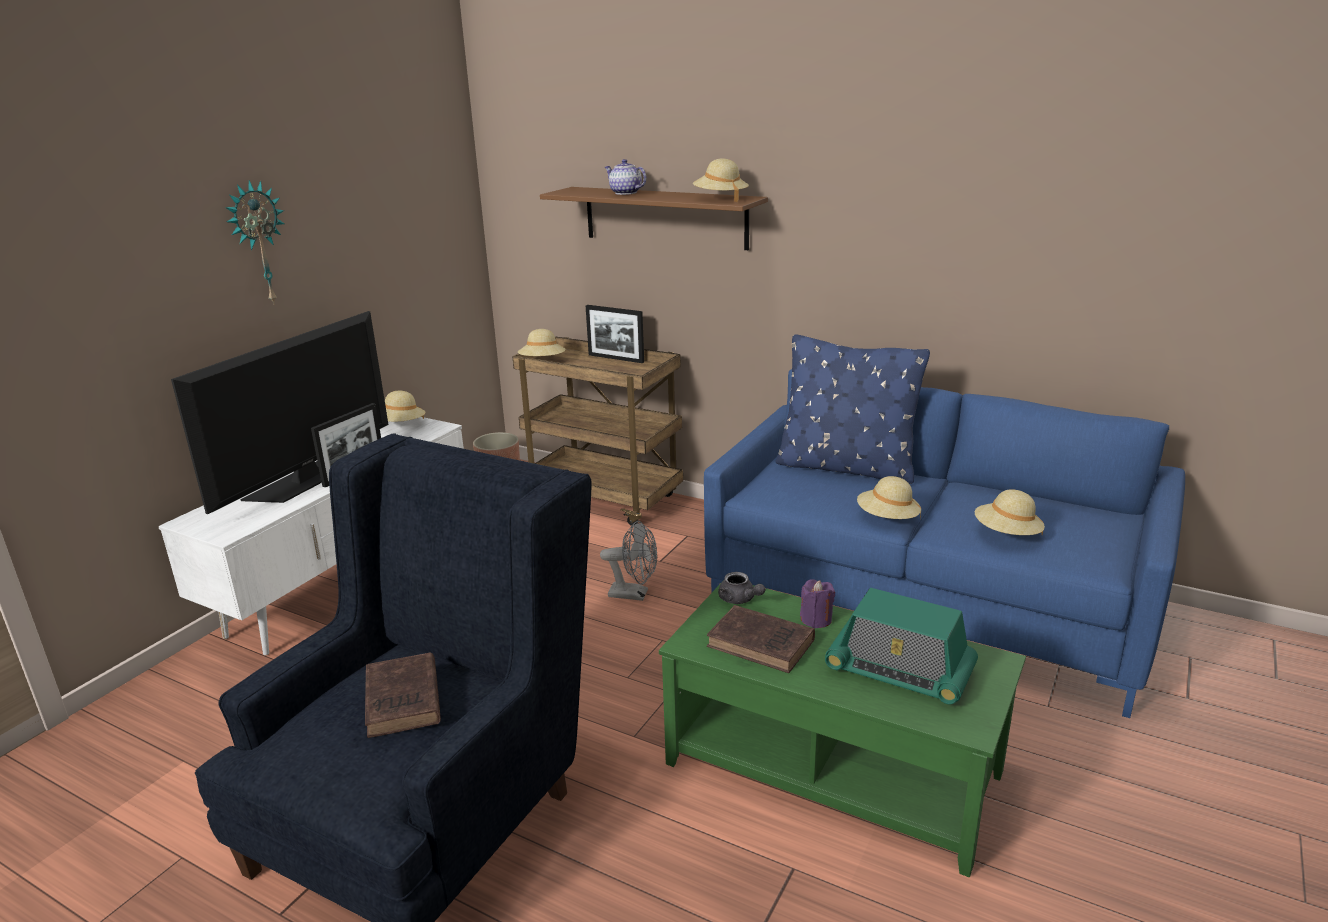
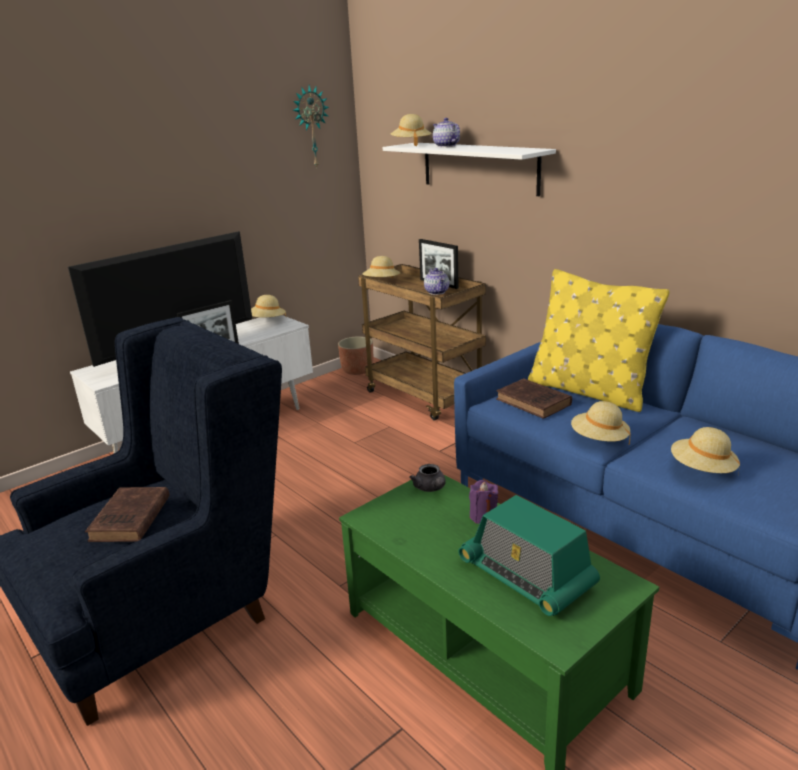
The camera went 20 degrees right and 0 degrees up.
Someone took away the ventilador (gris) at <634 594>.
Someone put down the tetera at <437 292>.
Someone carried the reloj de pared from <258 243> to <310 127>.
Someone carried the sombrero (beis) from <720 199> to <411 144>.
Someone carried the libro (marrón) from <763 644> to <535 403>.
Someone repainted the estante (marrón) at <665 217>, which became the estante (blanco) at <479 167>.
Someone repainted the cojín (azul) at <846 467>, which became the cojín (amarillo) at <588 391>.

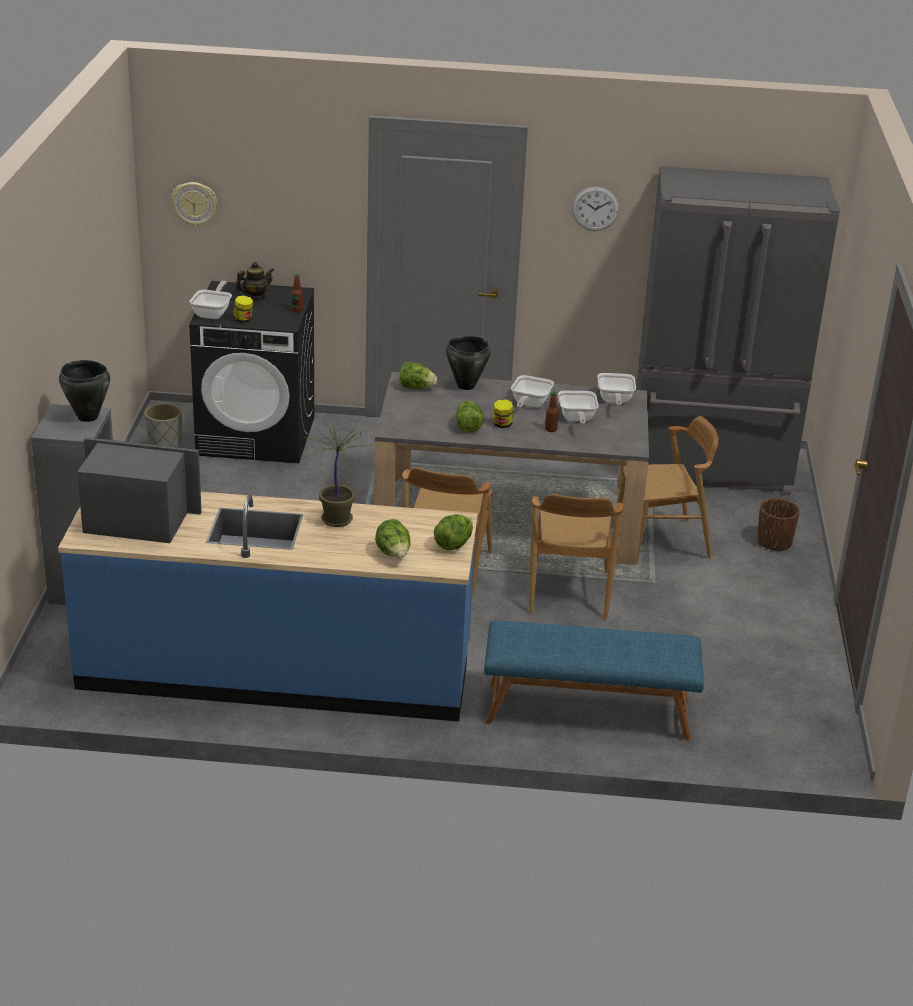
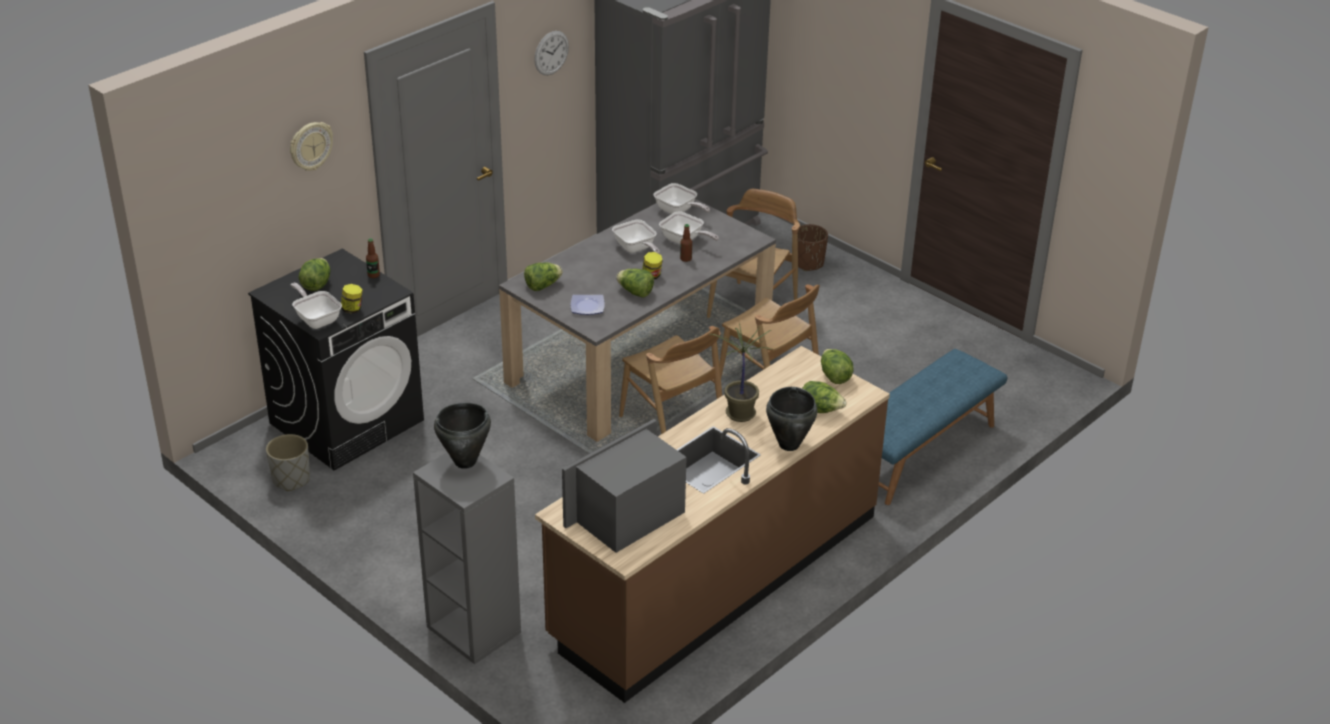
The camera went 50 degrees left and 5 degrees up.
Someone put down the plato at <588 307>.
Someone carried the reloj de pared from <194 203> to <310 146>.
Someone carried the olla (negro) from <465 386> to <788 445>.
Someone swapped the tetera at <255 297> for the lechuga at <316 284>.
Someone repainted the mueble bajo de cocina (azul) at <276 670>, which became the mueble bajo de cocina (marrón) at <715 576>.

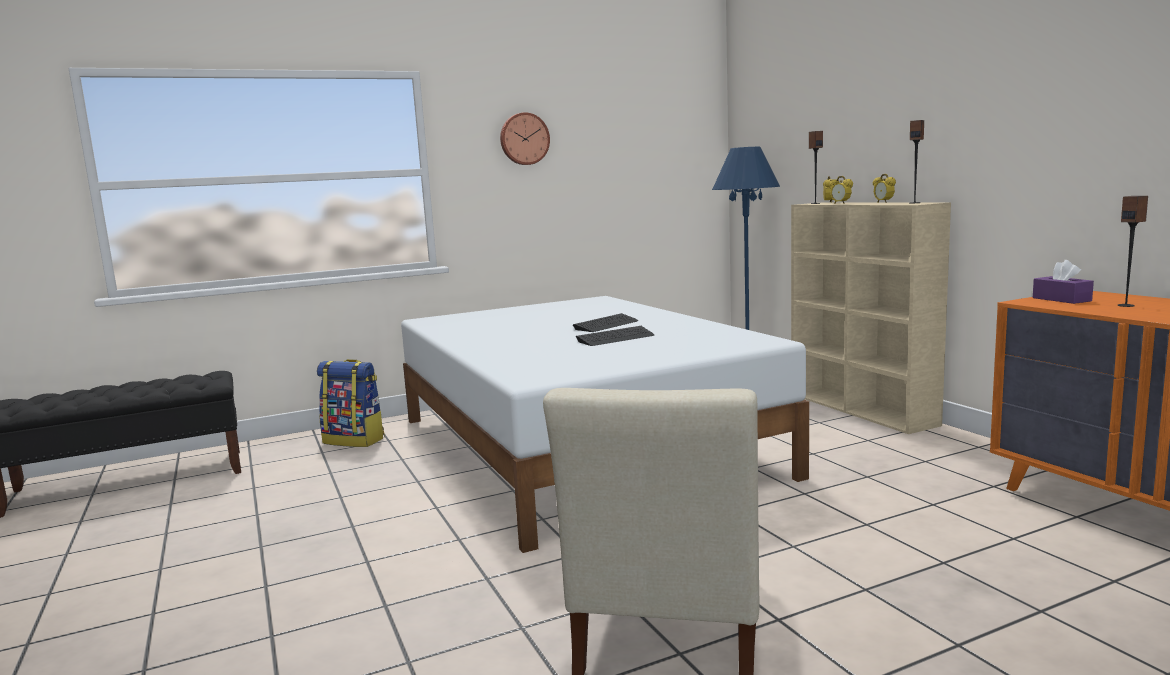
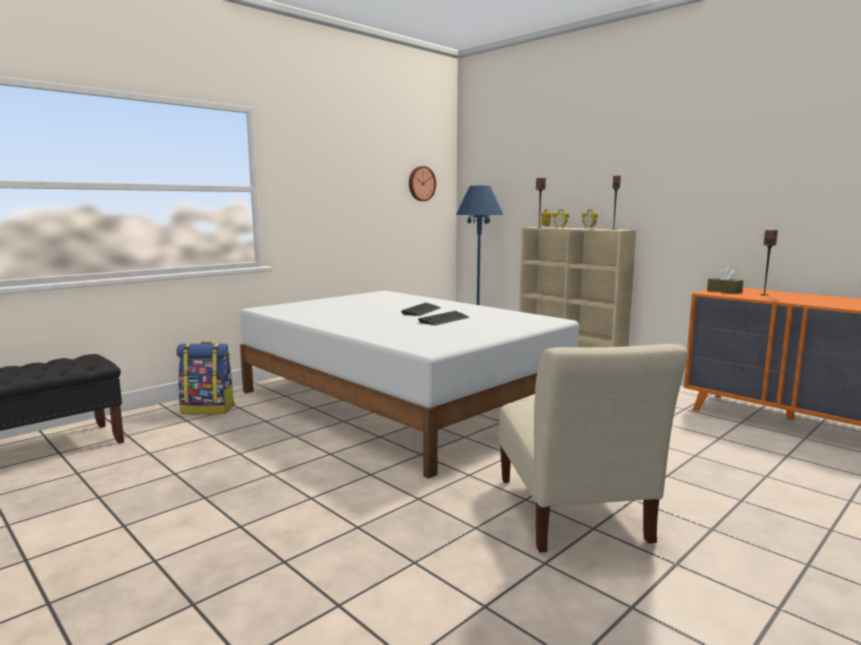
The camera went 20 degrees left and 0 degrees up.
Someone carried the reloj de pared from <524 139> to <421 183>.
Someone repainted the caja de pañuelos (morado) at <1061 299>, which became the caja de pañuelos (marrón) at <724 291>.

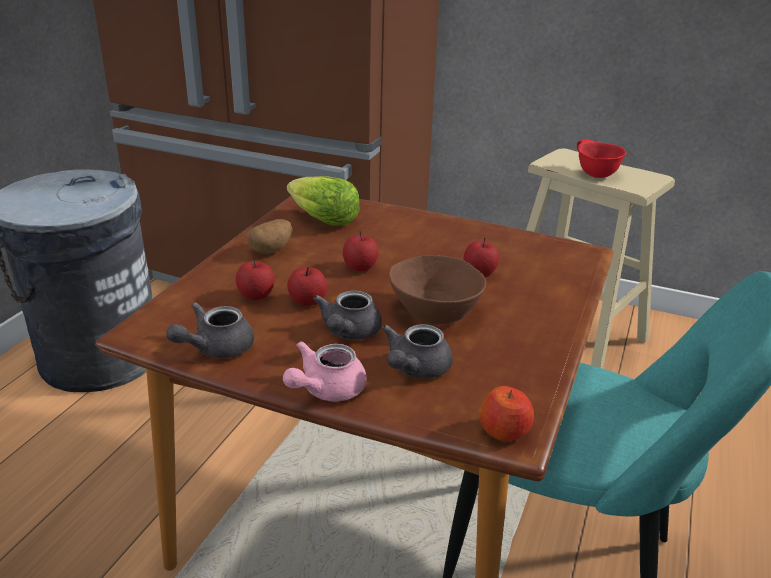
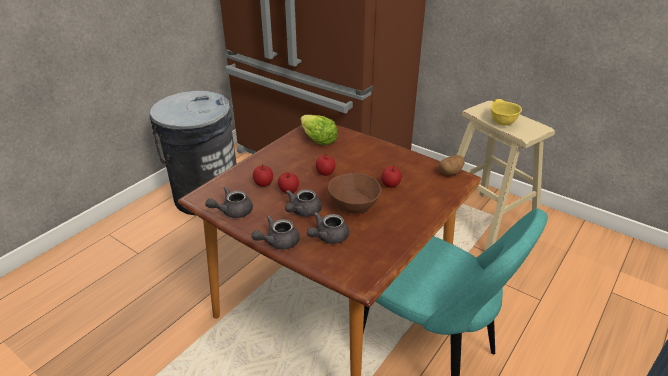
The camera went 15 degrees right and 5 degrees up.
Someone took away the manzana at <504 431>.
Someone carried the patata from <271 249> to <450 172>.
Someone repainted the tetera (rosa) at <326 390>, which became the tetera (gris) at <278 242>.
Someone repainted the cuenco (rojo) at <595 175>, which became the cuenco (amarillo) at <501 122>.

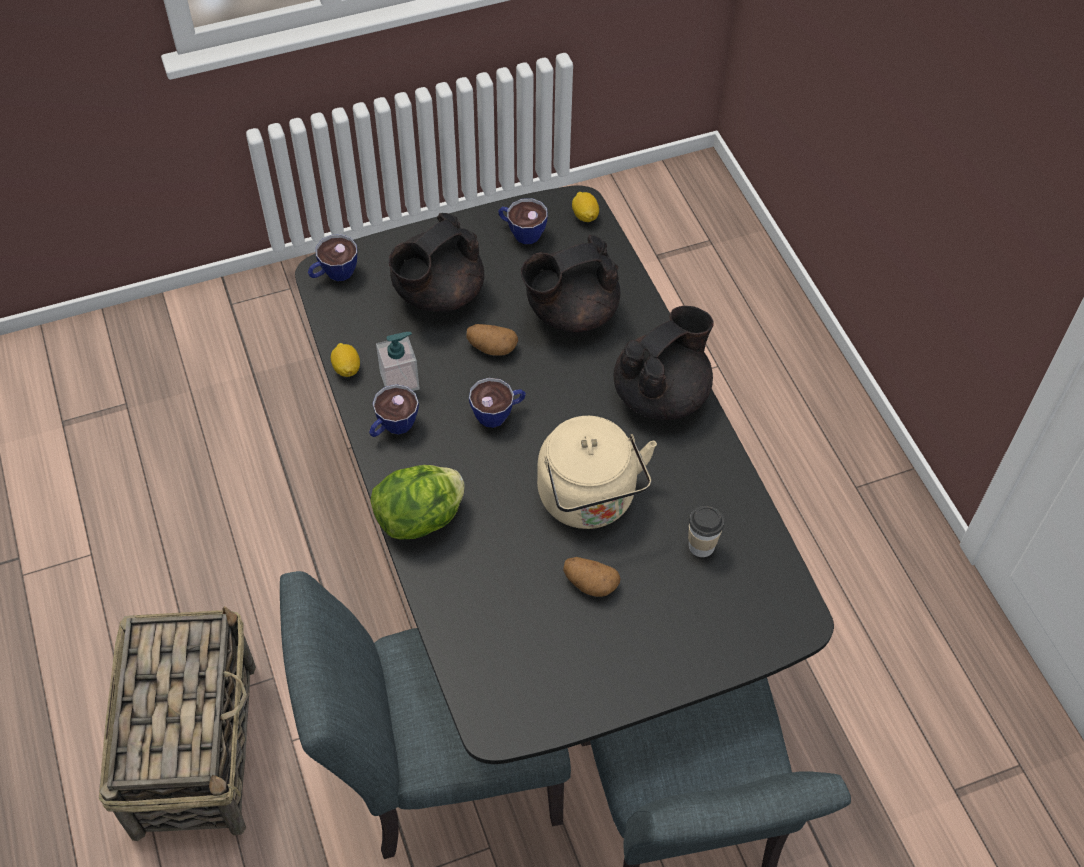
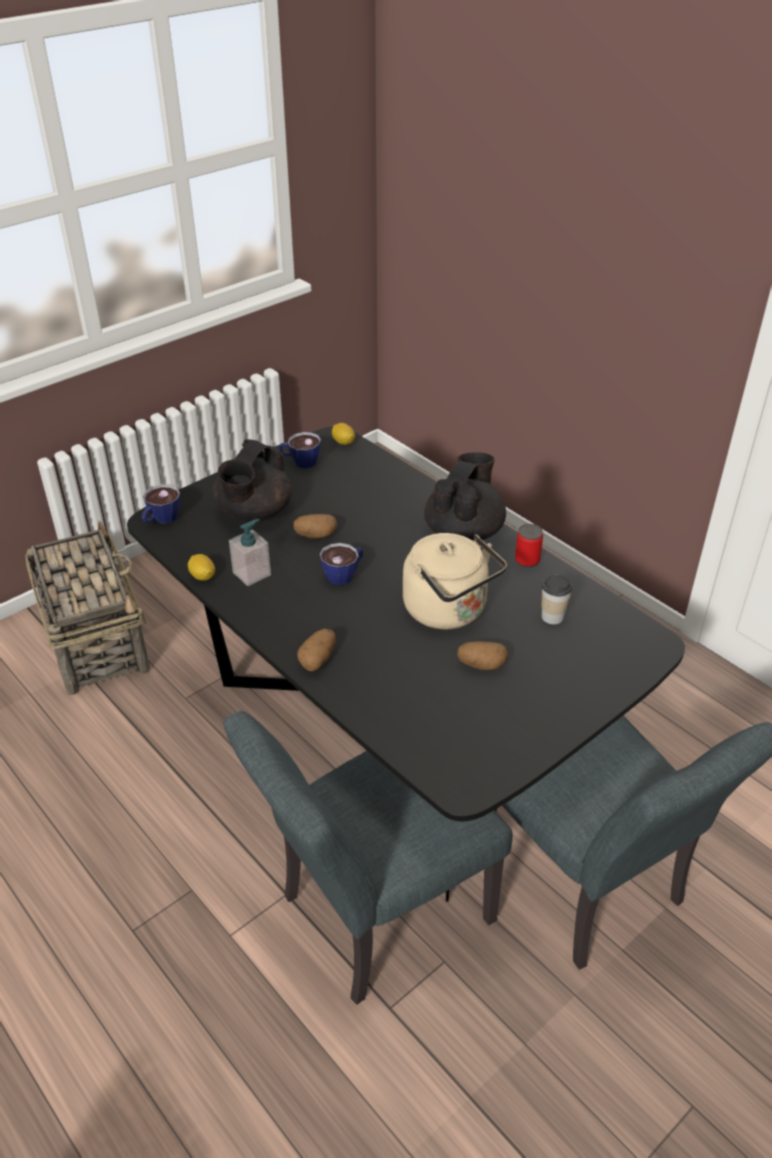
The camera went 20 degrees left and 15 degrees down.
Someone took away the taza at <392 427>.
Someone took away the tetera (negro) at <570 312>.
Someone put down the lata at <527 560>.
Someone carried the cesta from <195 746> to <95 640>.
Someone swapped the lechuga at <421 518> for the patata at <318 659>.

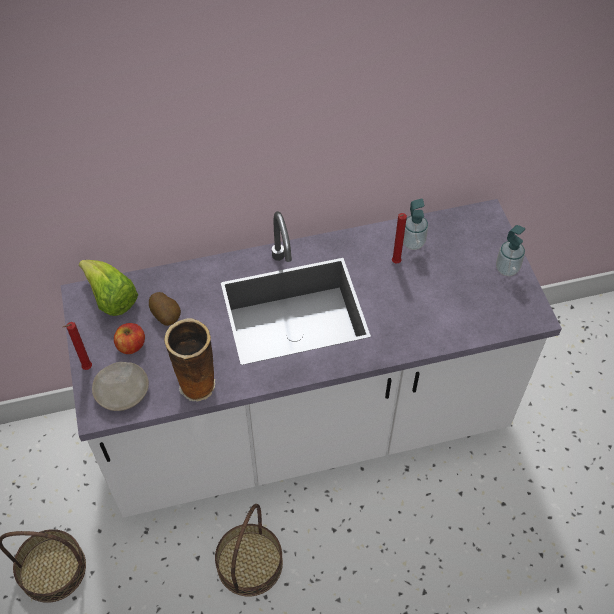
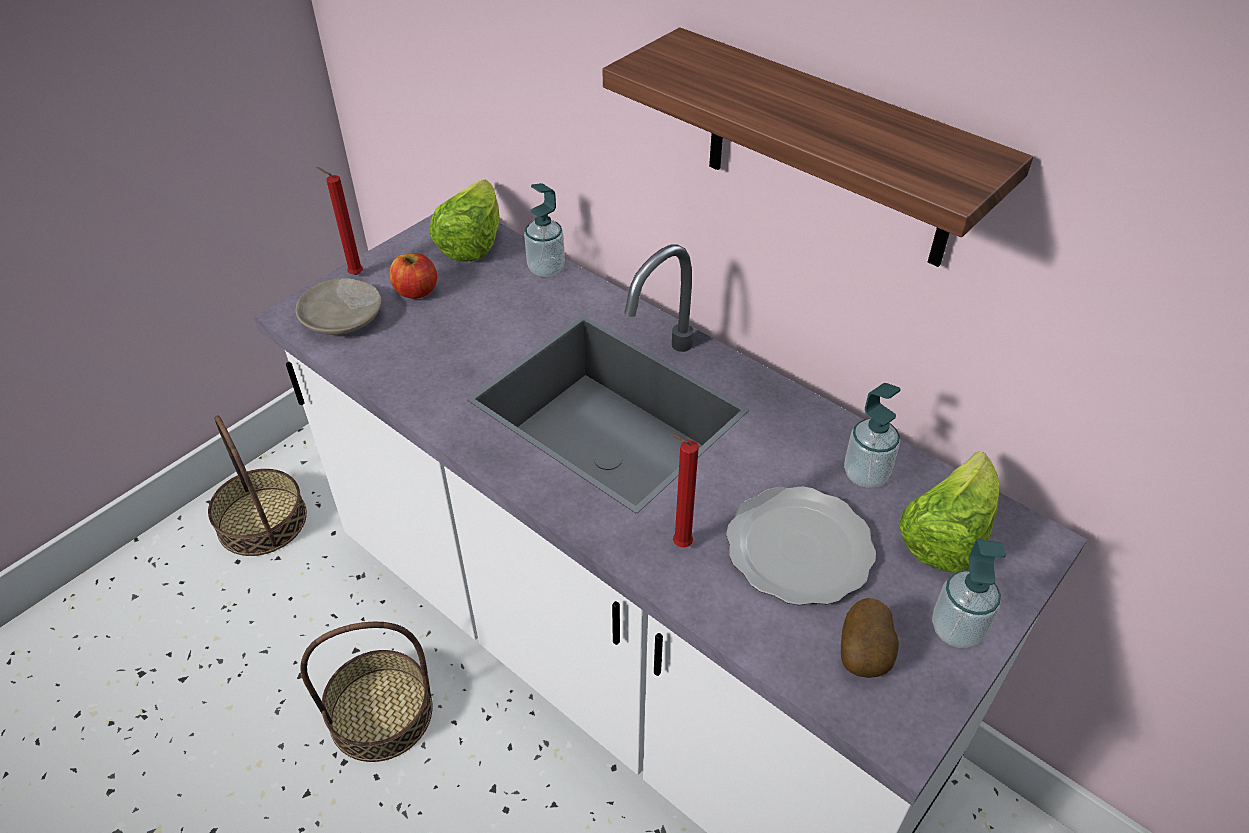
The camera went 55 degrees right and 10 degrees down.
Someone took away the florero at <197 387>.
Someone put down the dispensador de jabón at <546 269>.
Someone put up the estante at <829 151>.
Someone put down the plato at <801 549>.
Someone put down the lechuga at <945 536>.
Someone carried the patata from <167 316> to <864 656>.
Someone carried the vela (rojo) from <395 263> to <679 544>.

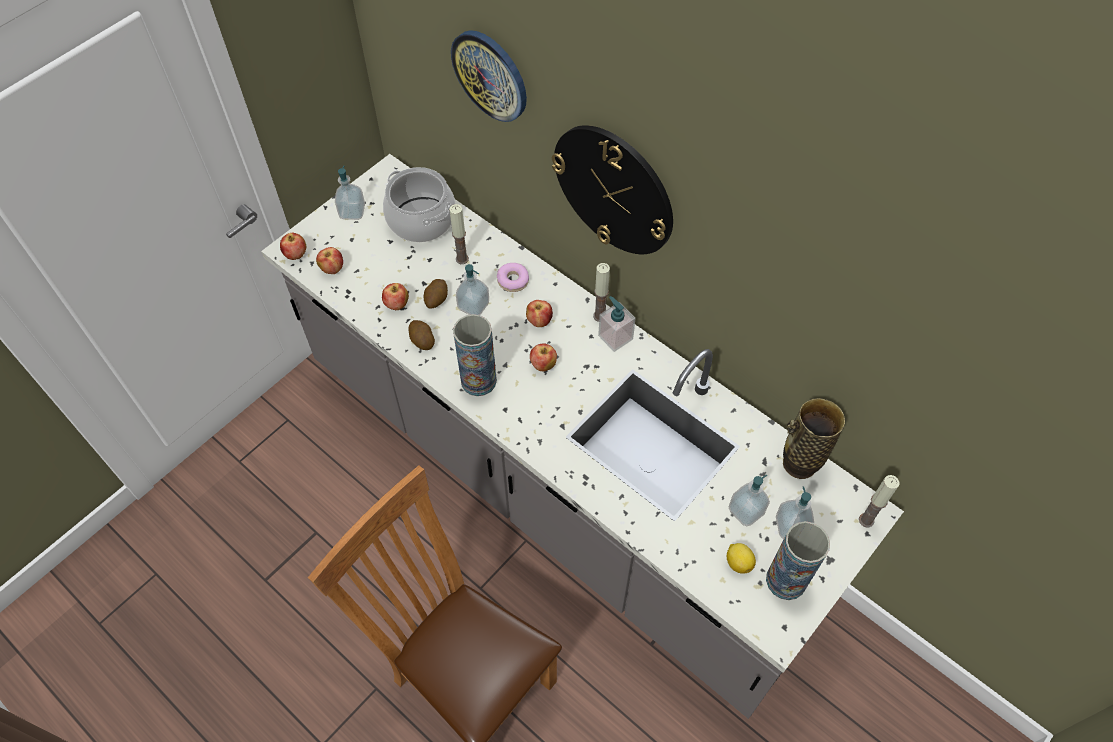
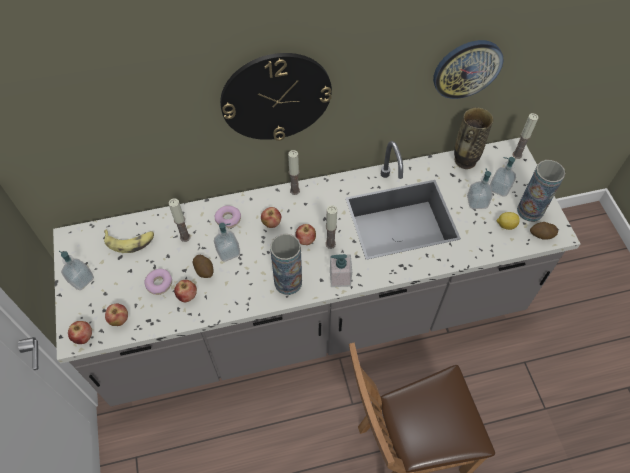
The camera went 55 degrees left and 0 degrees up.
Someone put down the rosquilla at <159 284>.
Someone put down the vela at <330 244>.
Someone carried the patata from <422 340> to <541 235>.
Someone carried the reloj de pared from <490 75> to <467 68>.
Someone carried the dispensador de jabón from <615 337> to <340 278>.
Someone swapped the olla at <422 219> for the plátano at <130 241>.

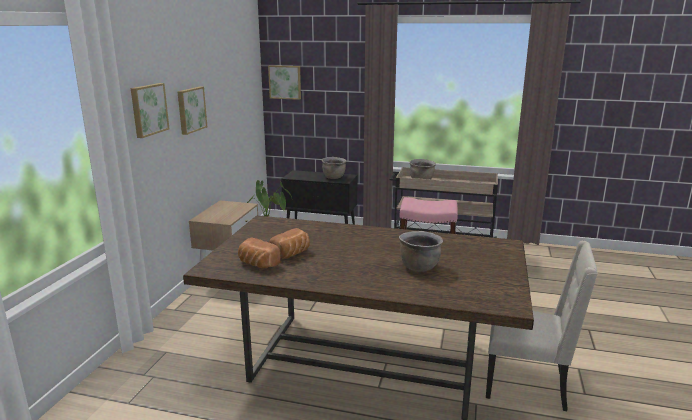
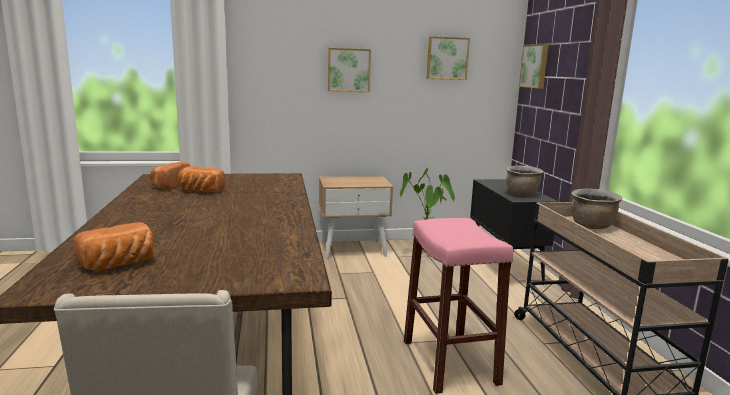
The camera went 65 degrees right and 5 degrees down.
Someone took away the olla (marrón) at <419 267>.
Someone put down the pan at <119 265>.
Someone carried the cuadro from <148 109> to <447 58>.

